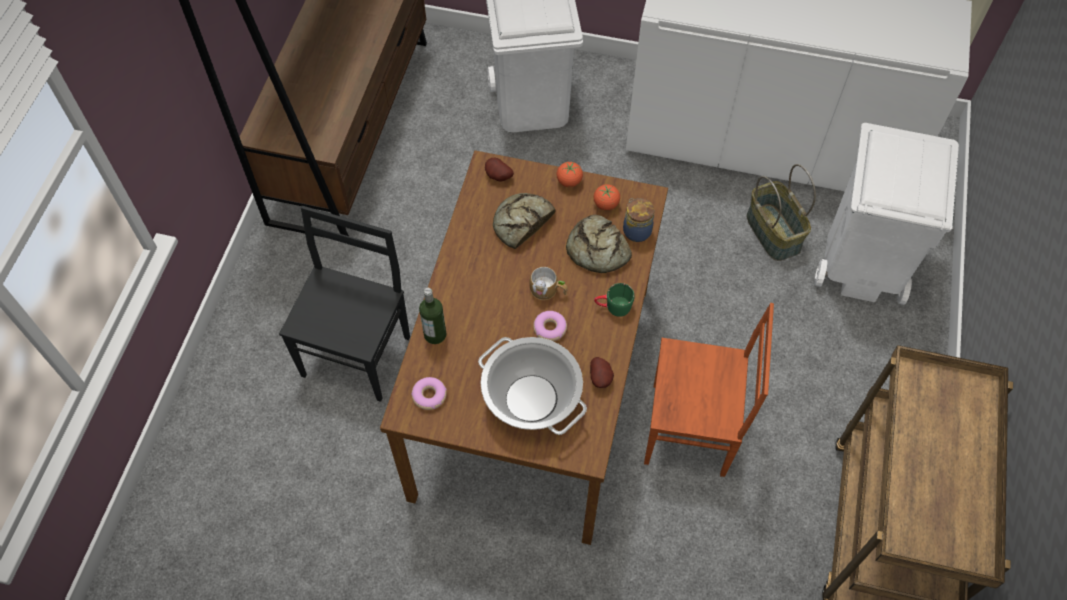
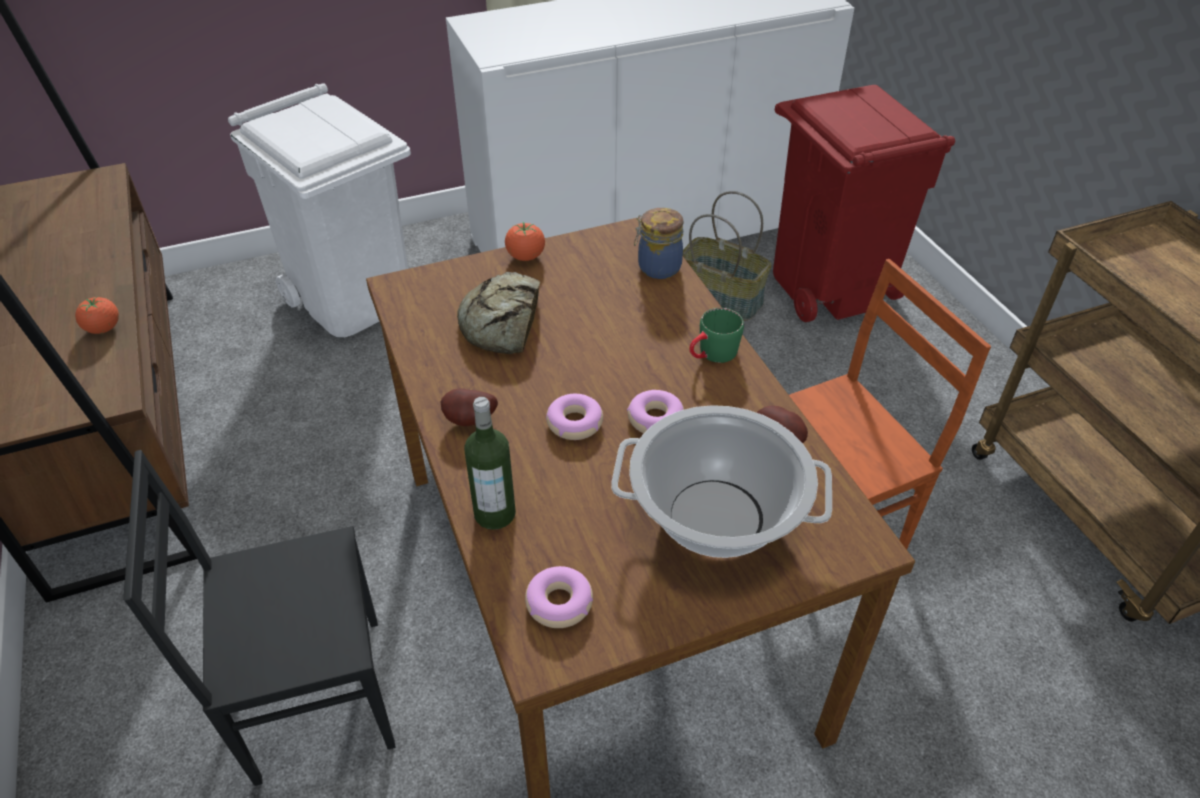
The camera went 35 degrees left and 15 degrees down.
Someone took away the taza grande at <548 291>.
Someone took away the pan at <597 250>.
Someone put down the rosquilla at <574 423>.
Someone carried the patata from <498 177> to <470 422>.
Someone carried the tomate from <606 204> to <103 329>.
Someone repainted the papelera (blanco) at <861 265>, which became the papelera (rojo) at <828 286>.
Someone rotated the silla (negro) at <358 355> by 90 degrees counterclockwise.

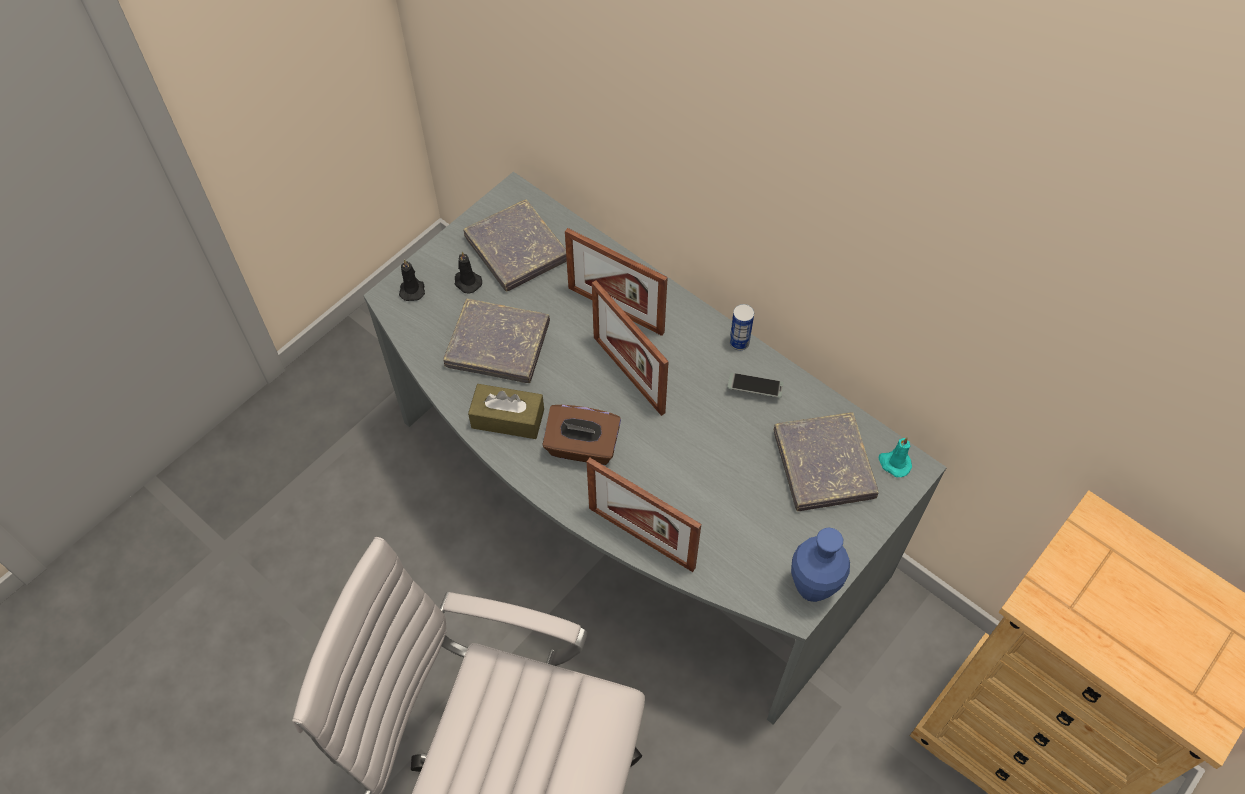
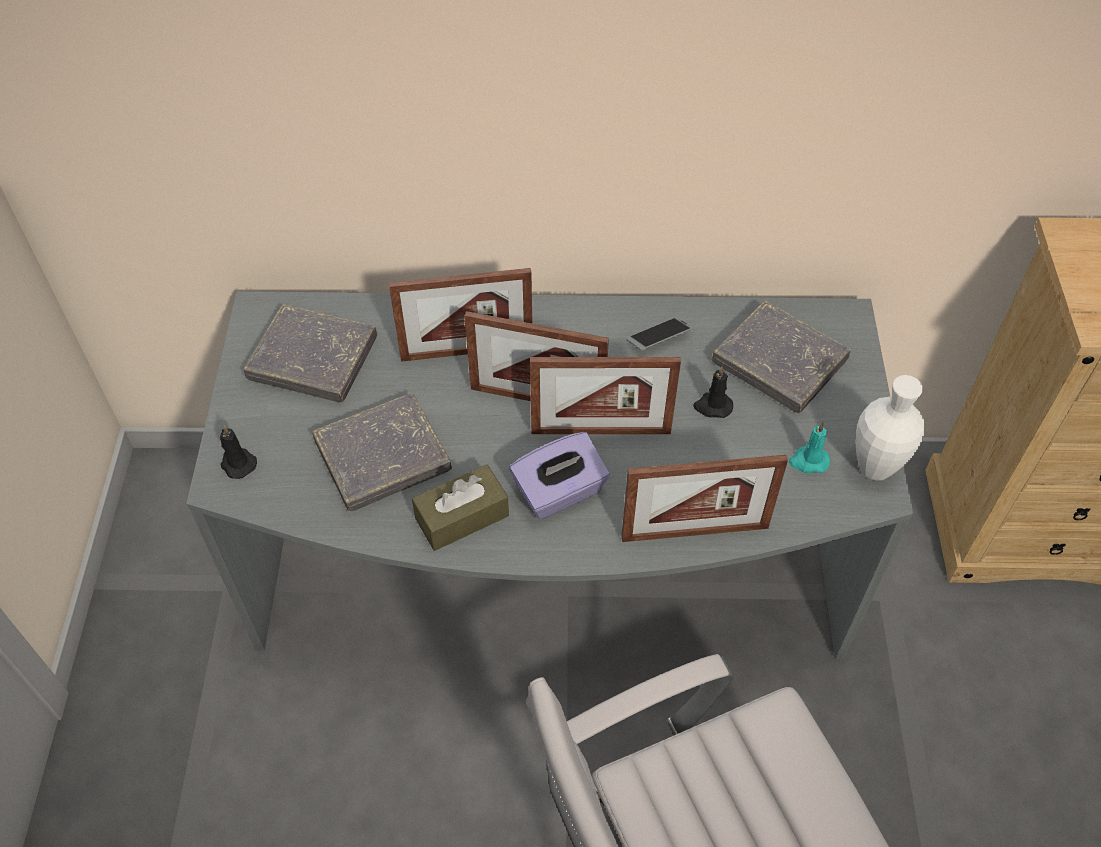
The camera went 40 degrees left and 5 degrees down.
Someone took away the lata at <739 343>.
Someone put down the portarretratos at <601 431>.
Someone carried the vela (negro) from <467 282> to <712 406>.
Someone carried the vela (turquesa) from <894 463> to <808 461>.
Someone repainted the caja de pañuelos (marrón) at <582 447>, which became the caja de pañuelos (morado) at <560 492>.
Someone repainted the florero (azul) at <812 588>, which became the florero (blanco) at <875 468>.

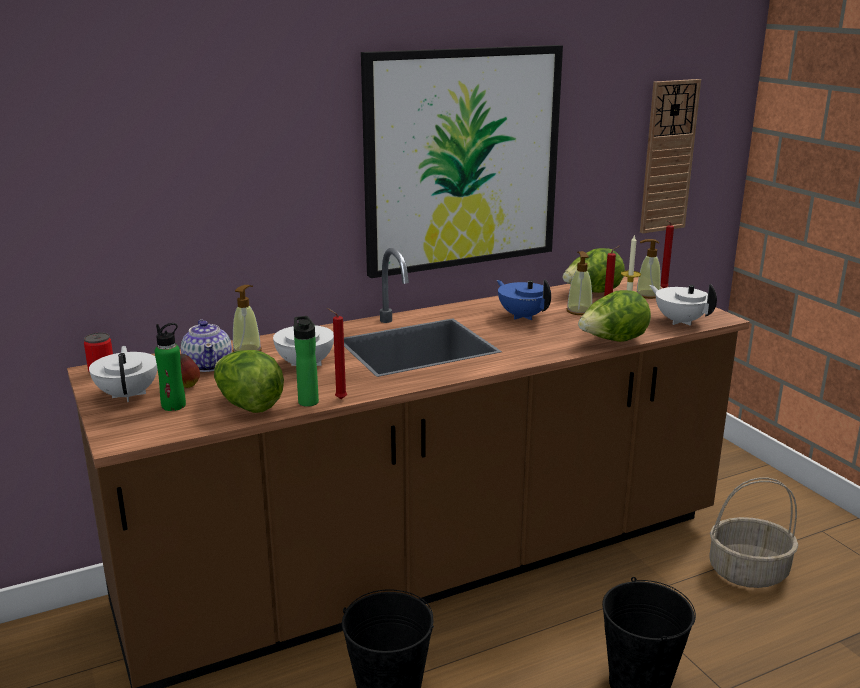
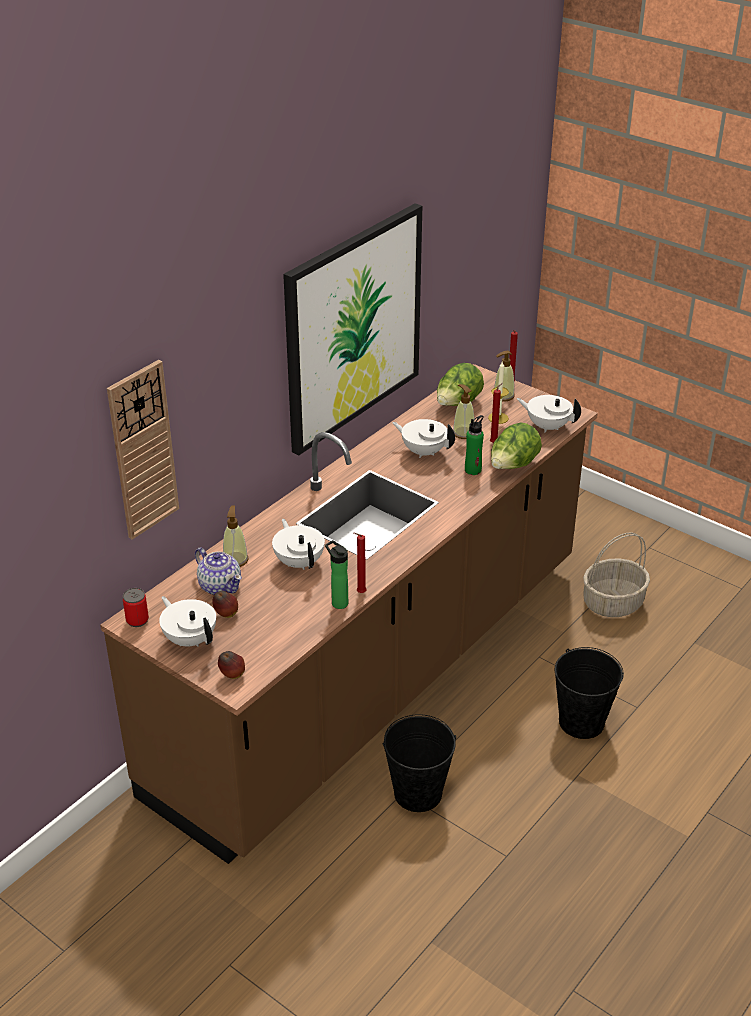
The camera went 25 degrees left and 15 degrees up.
Someone took away the lechuga at <248 405>.
Someone put down the manzana at <232 675>.
Someone carried the botella (verde) from <173 405> to <473 470>.
Someone carried the reloj de pared from <668 157> to <143 450>.
Someone repainted the tetera (azul) at <523 316>, which became the tetera (blanco) at <423 451>.

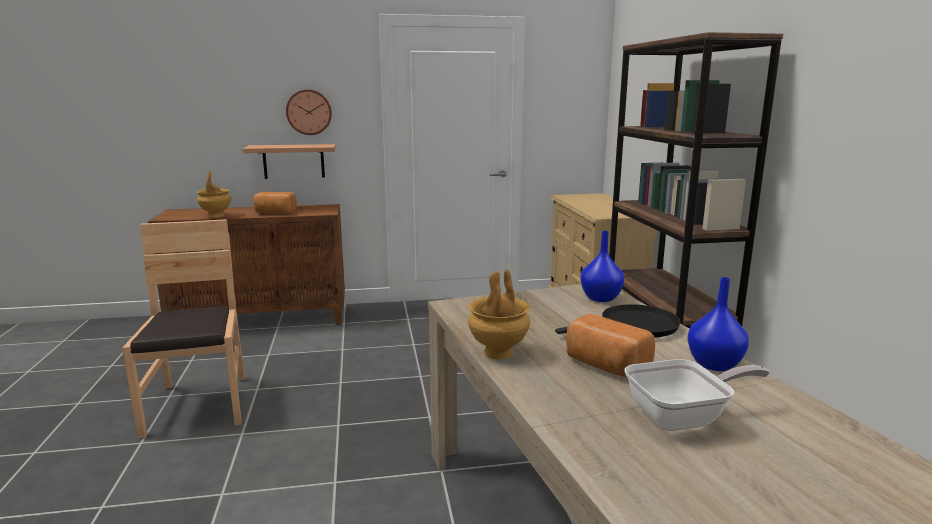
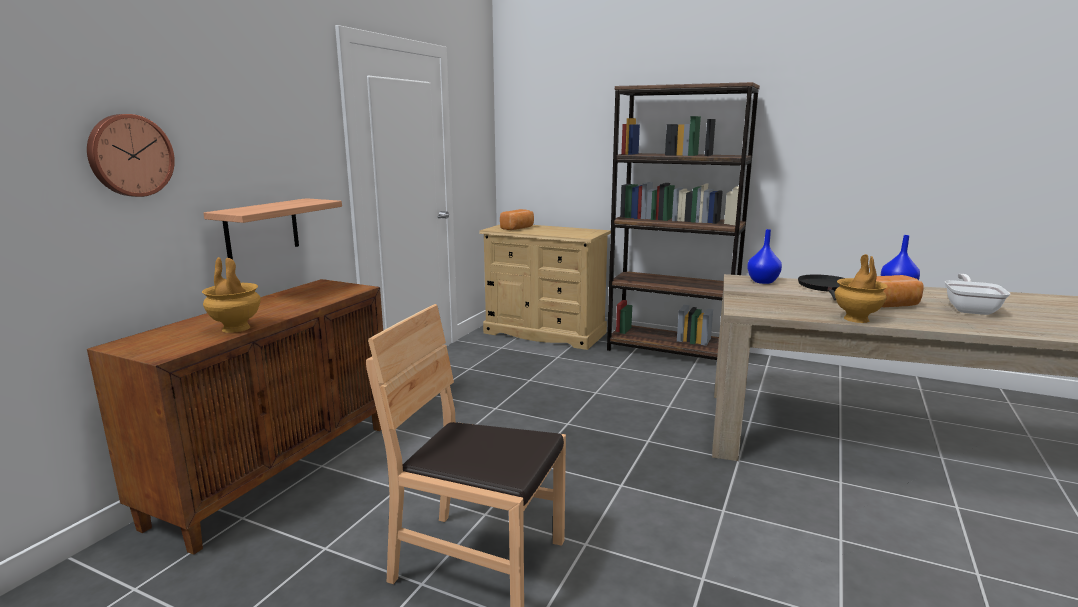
The camera went 55 degrees left and 0 degrees up.
Someone carried the pan from <274 213> to <518 228>.
Someone carried the reloj de pared from <309 112> to <129 155>.

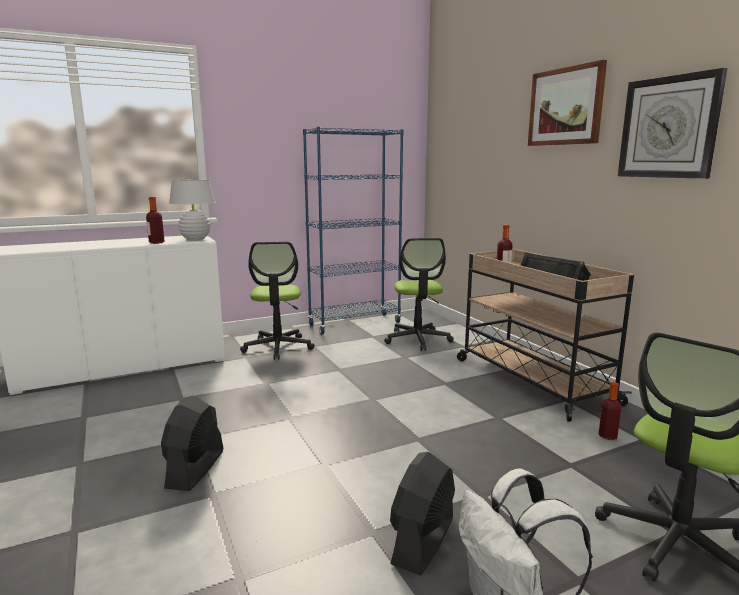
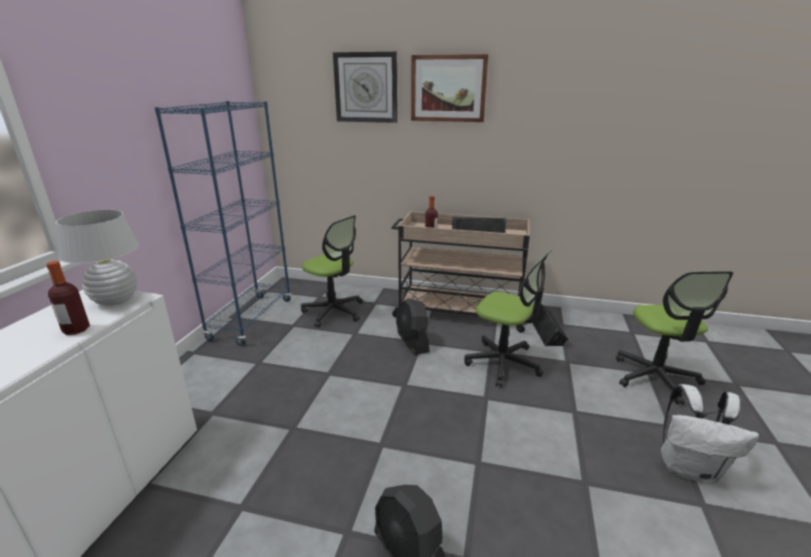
The camera went 50 degrees left and 10 degrees up.
Someone carried the silla de oficina from <278 347> to <503 363>.
Someone carried the ventilador (negro) from <423 541> to <412 342>.
Someone carried the reloj de pared from <668 127> to <366 87>.
Someone swapped the botella at <607 436> for the altavoz (negro) at <548 332>.

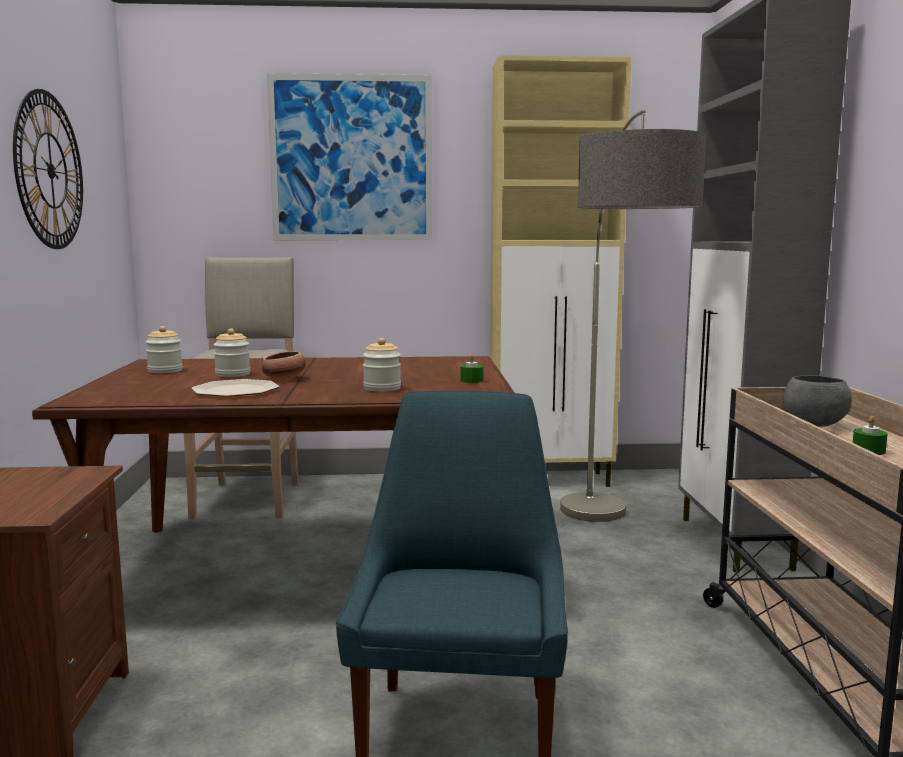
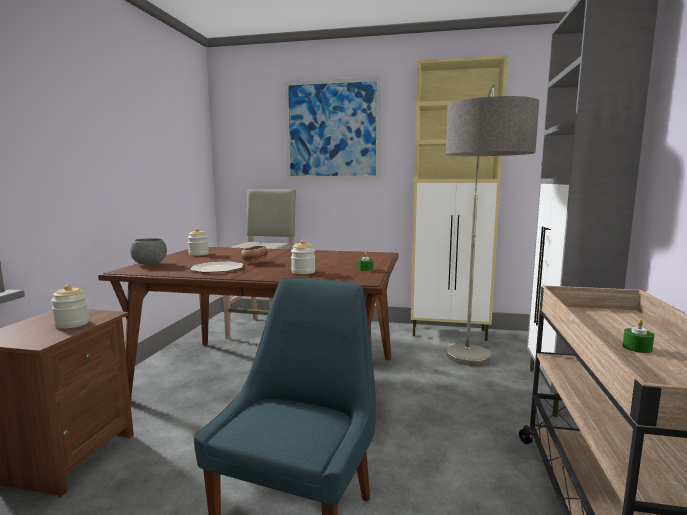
The camera went 15 degrees right and 0 degrees up.
Someone took away the reloj de pared at <50 171>.
Someone carried the tarro from <233 374> to <72 324>.
Someone carried the cuenco (gris) from <815 425> to <149 264>.

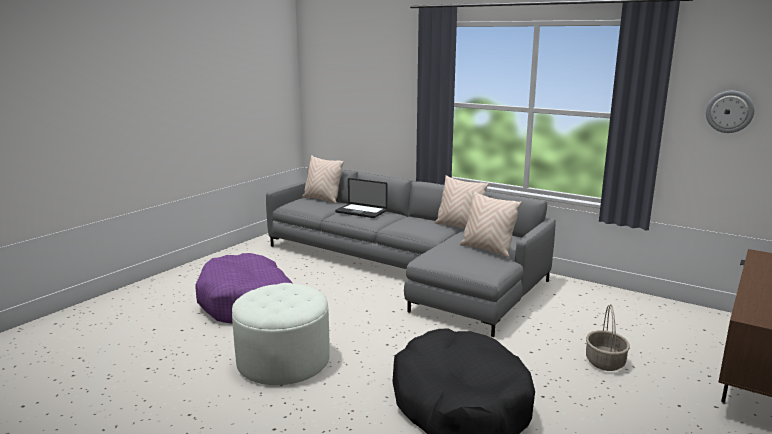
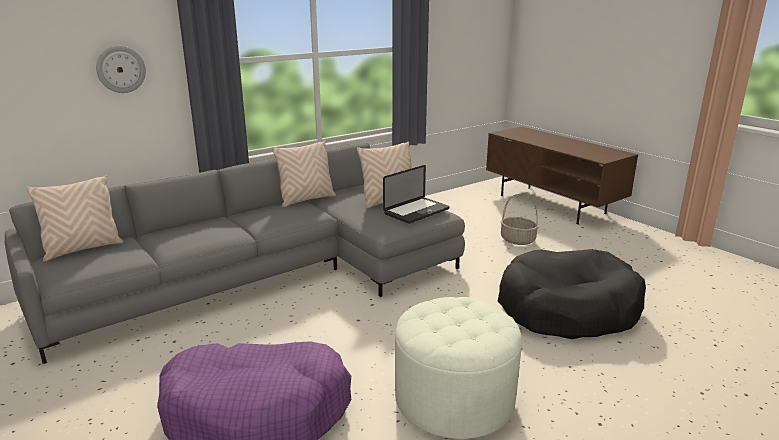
The camera went 70 degrees left and 5 degrees up.
Someone carried the portátil from <361 212> to <416 211>.
Someone carried the reloj de pared from <729 111> to <121 69>.

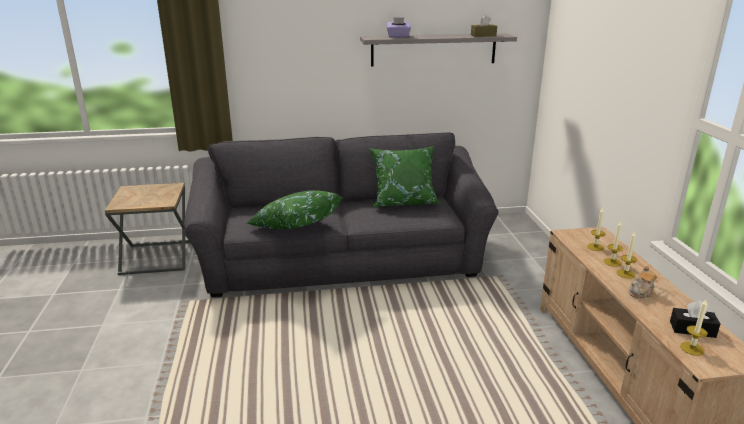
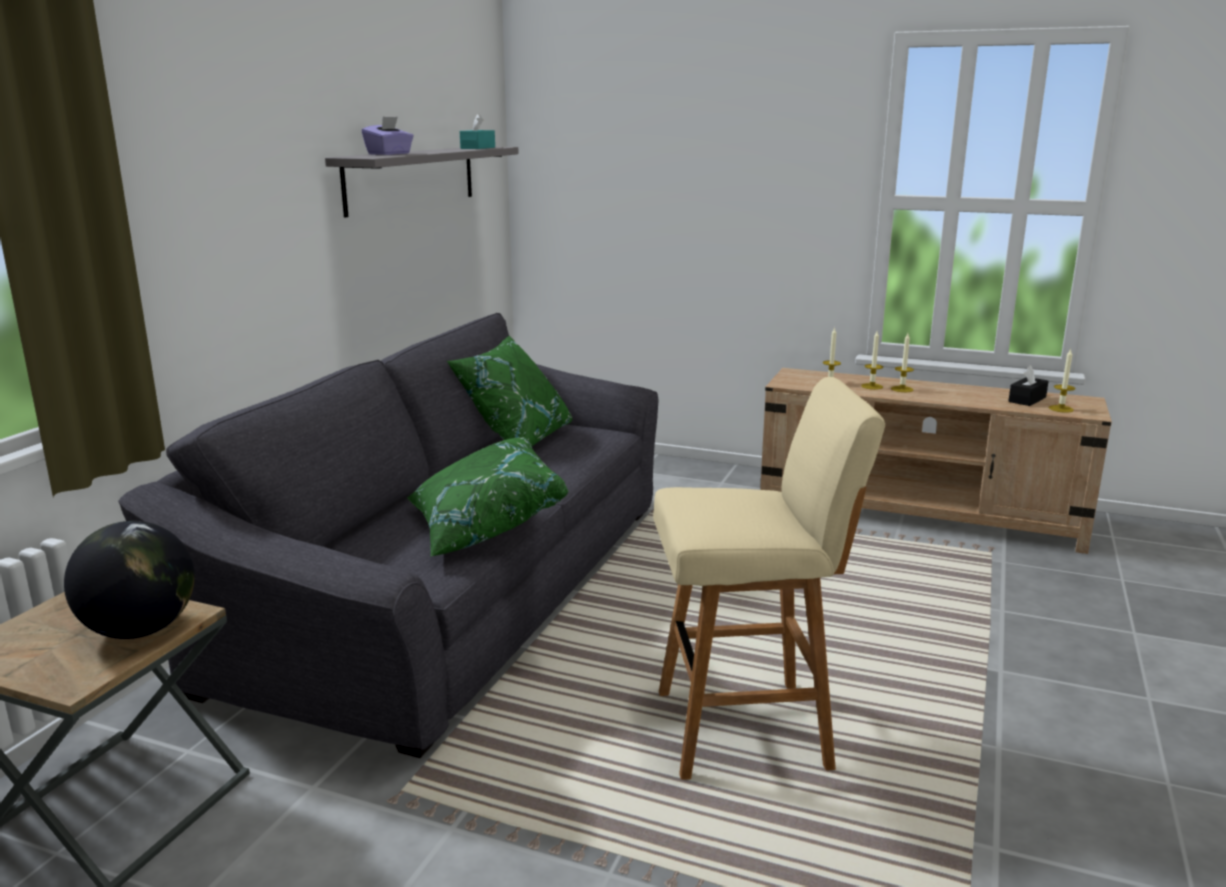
The camera went 60 degrees left and 5 degrees down.
Someone took away the tetera at <641 293>.
Someone put down the globo terráqueo at <140 630>.
Someone put down the taburete (beis) at <747 729>.
Someone repainted the caja de pañuelos (marrón) at <483 35>, which became the caja de pañuelos (turquesa) at <478 148>.

